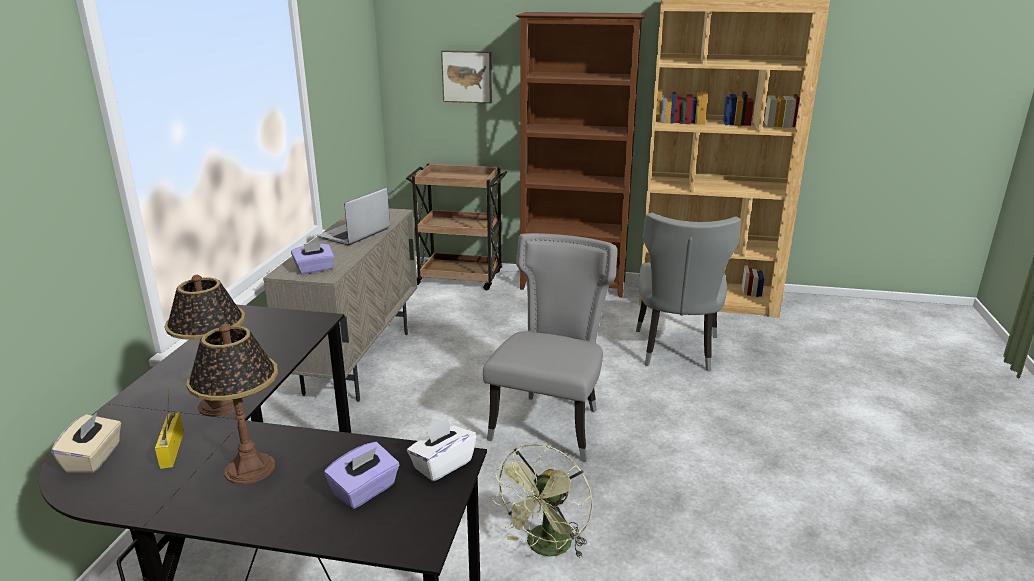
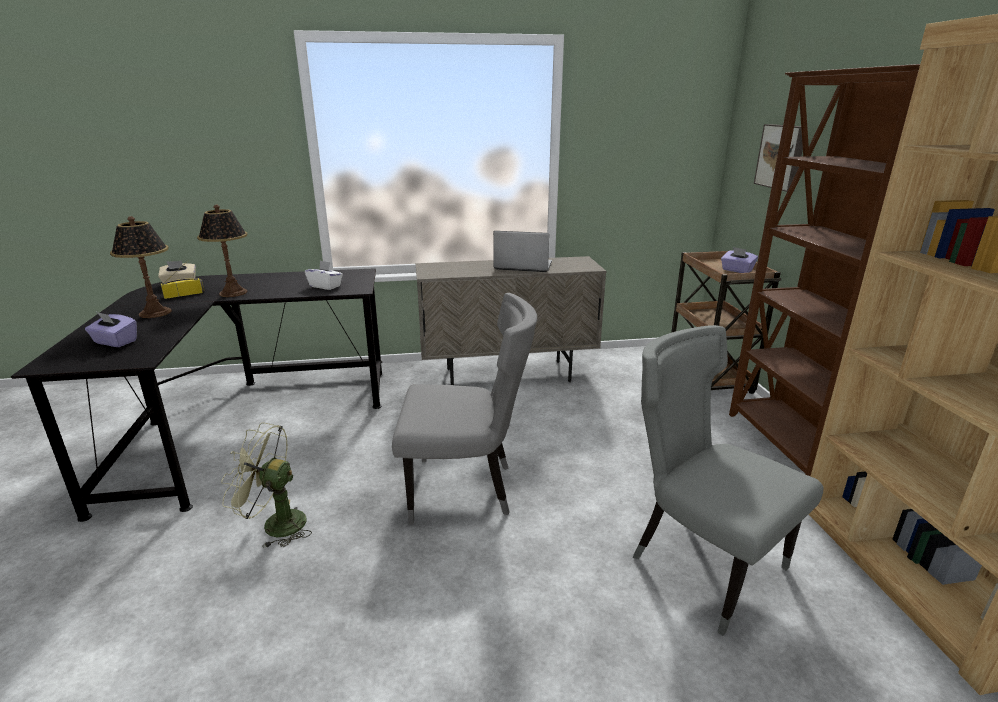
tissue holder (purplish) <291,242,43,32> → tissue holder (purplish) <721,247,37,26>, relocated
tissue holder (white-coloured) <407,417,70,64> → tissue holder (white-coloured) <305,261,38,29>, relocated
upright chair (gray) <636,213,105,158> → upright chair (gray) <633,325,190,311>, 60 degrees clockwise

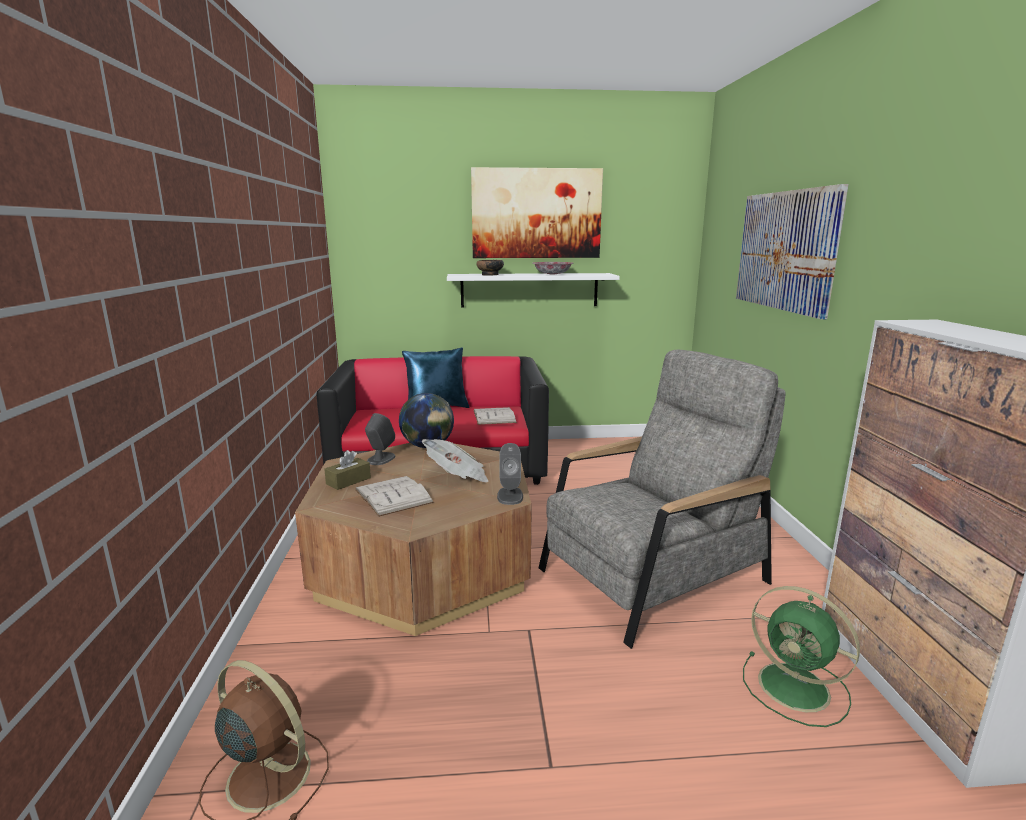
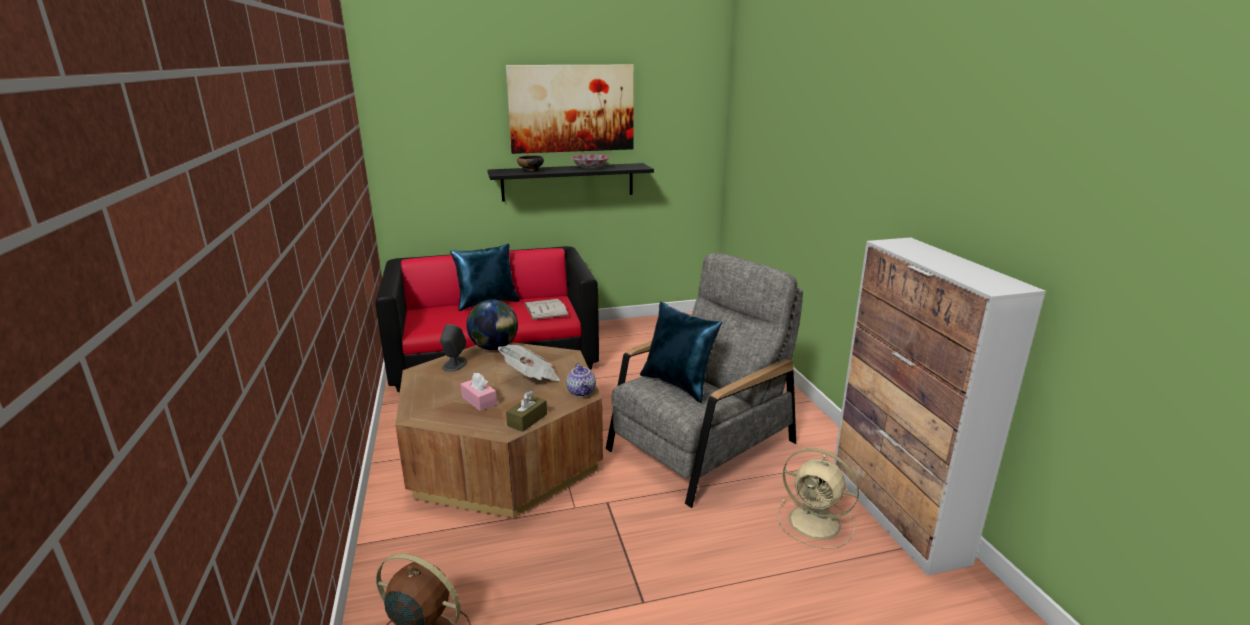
tissue holder (brown-coloured) <324,450,47,40> → tissue holder (brown-coloured) <506,391,41,41>, relocated
volume (white-coloured) <355,476,79,41> → tissue holder (pinkish) <461,373,36,38>
wall shelf (white-coloured) <447,273,173,34> → wall shelf (black) <487,163,167,39>
speaker (gray) <497,443,26,62> → teapot <566,363,30,34>
wall picture <736,184,113,135> → -
electric fan (green-coloured) <743,586,117,141> → electric fan (sand-coloured) <777,448,82,101>
- → cushion (blue) <640,302,82,101>

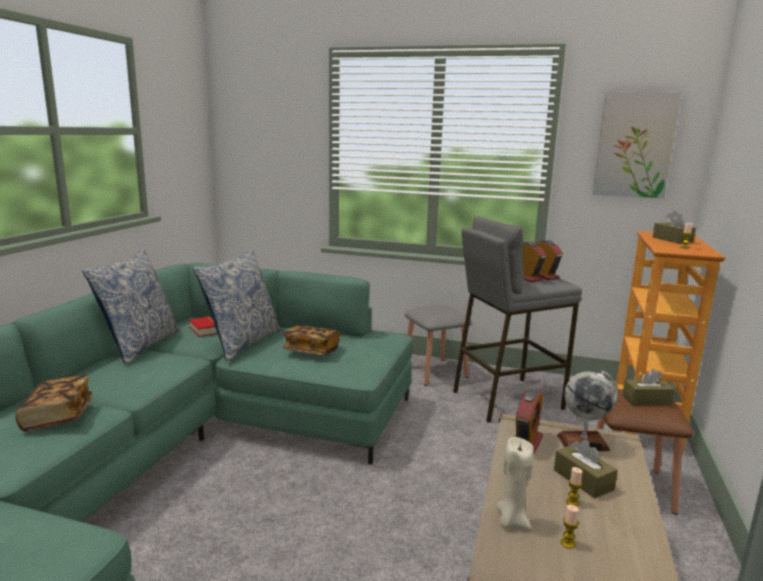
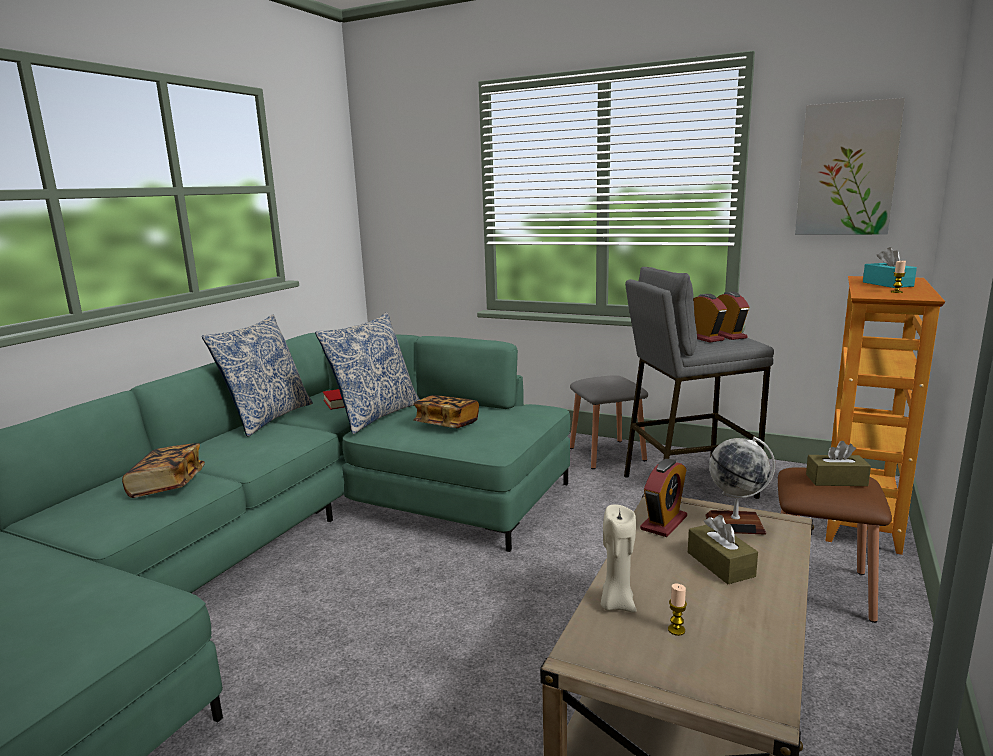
candle <566,467,17,40> → -
tissue holder (brown-coloured) <653,211,43,33> → tissue holder (turquoise) <863,247,54,41>

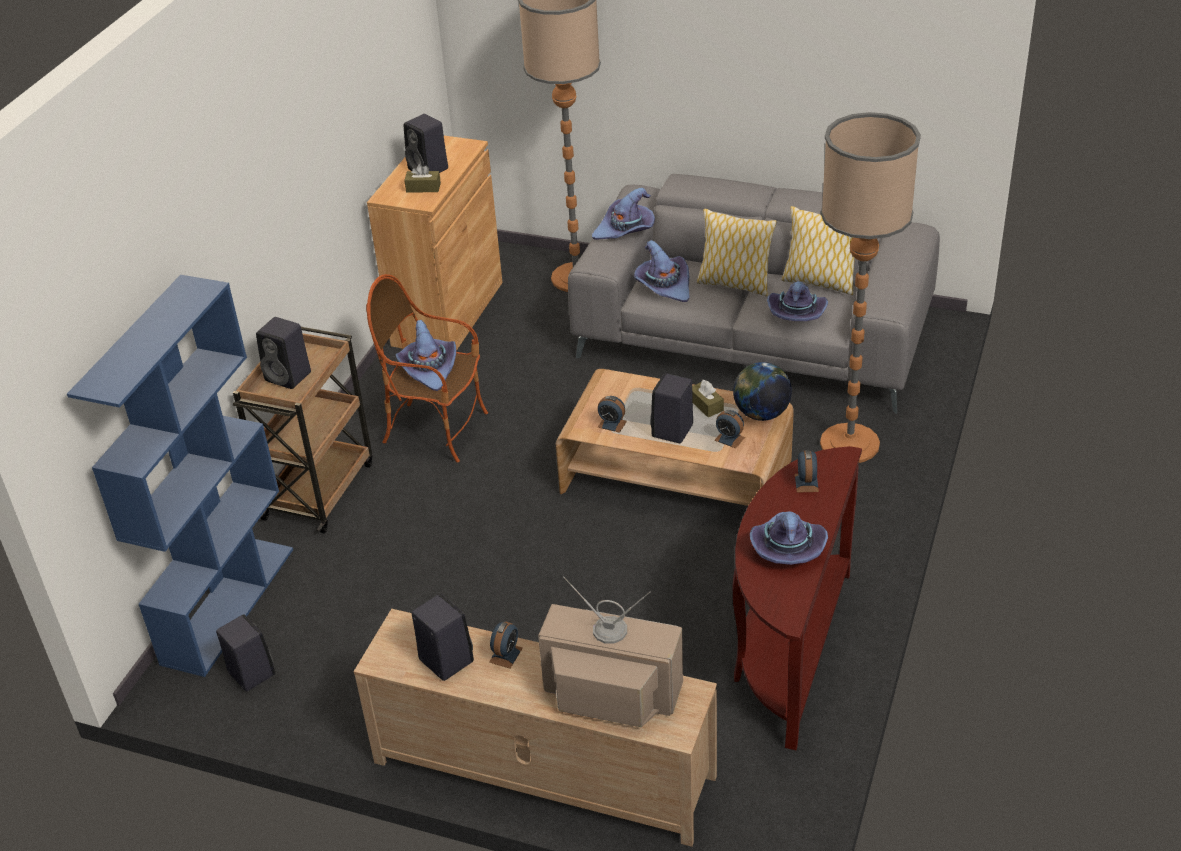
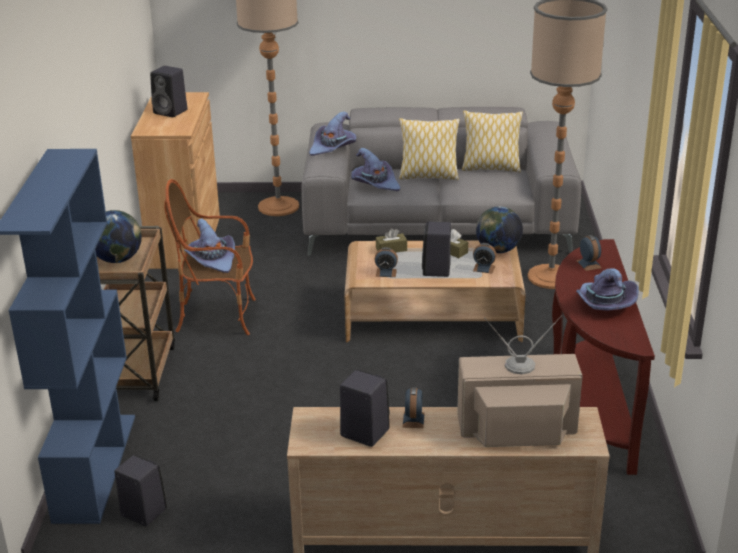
speaker (black) <256,317,55,72> → globe <95,210,47,53>
tissue holder (brown-coloured) <404,164,37,29> → tissue holder (brown-coloured) <376,228,31,24>, relocated
hat (purplish) <767,281,61,40> → -

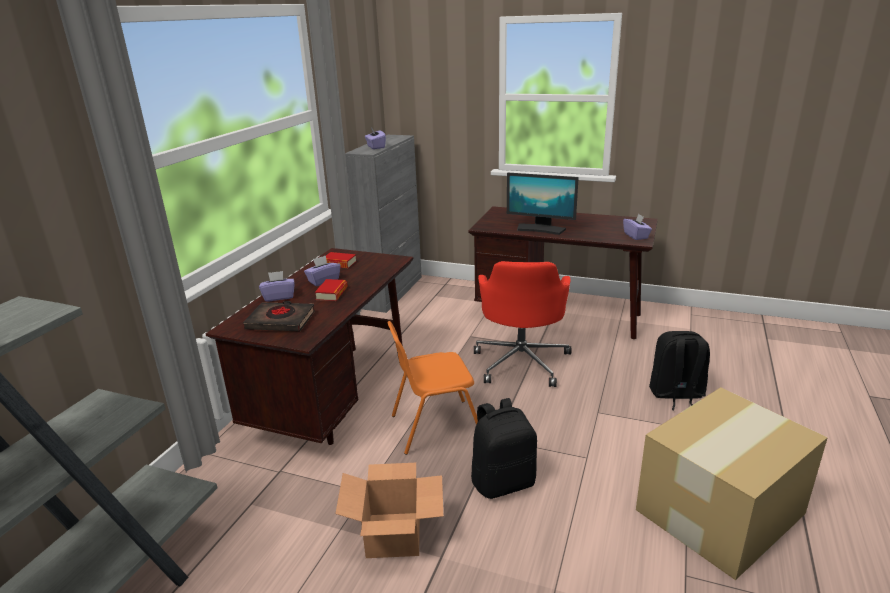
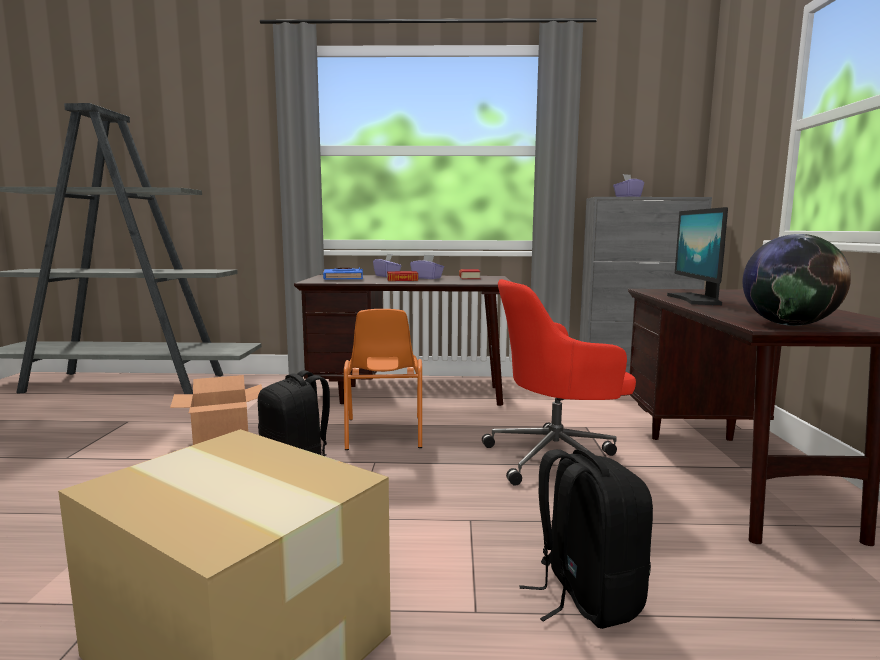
volume (black) <243,301,72,31> → volume (blue) <323,268,40,11>
upright chair (orange-coloured) <387,321,91,134> → upright chair (orange-coloured) <344,309,78,141>, 150 degrees counterclockwise
tissue holder (purplish) <623,214,29,26> → globe <743,234,108,92>

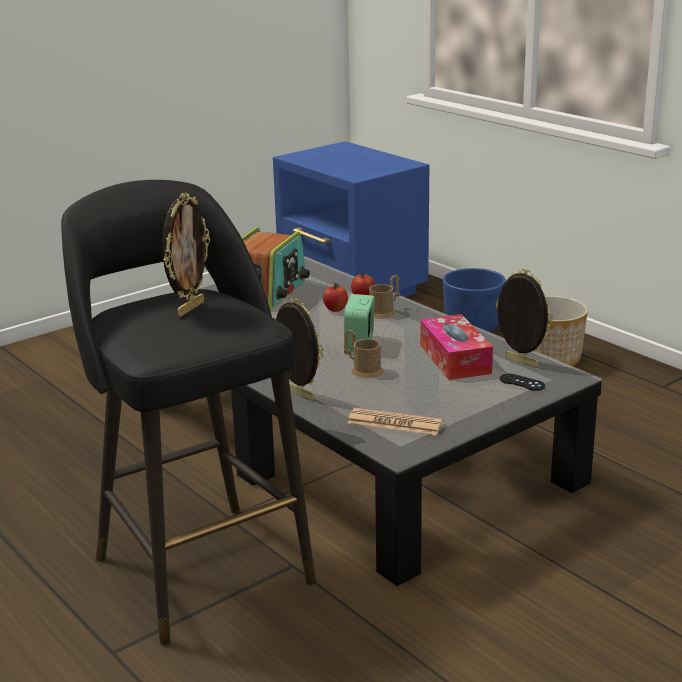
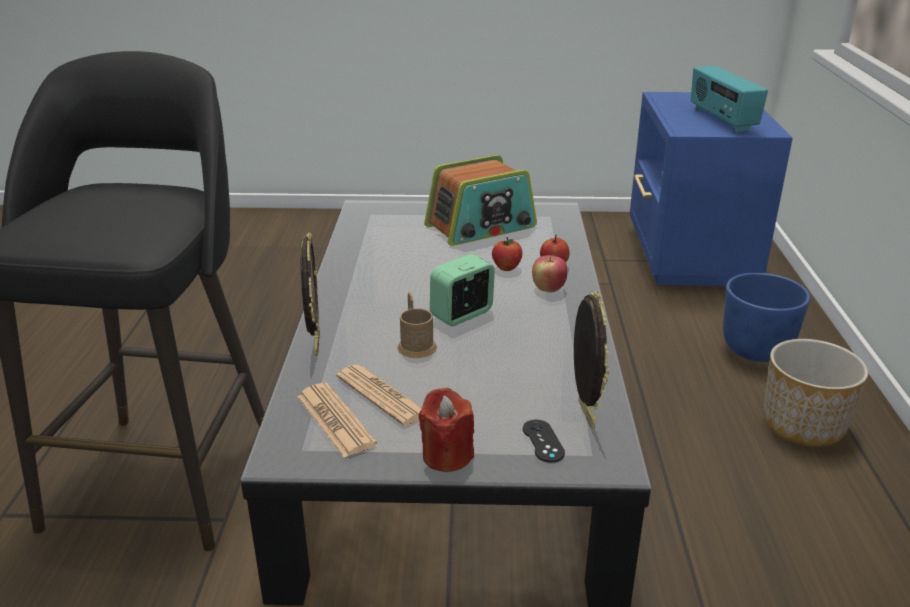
photo frame <162,192,48,125> → -
mug (brown-coloured) <369,275,31,44> → apple fruit <532,255,35,37>
tissue holder <420,314,73,66> → -
- → printed paper <336,365,86,61>
- → candle (red-coloured) <418,388,56,84>
- → radio receiver <691,66,77,66>

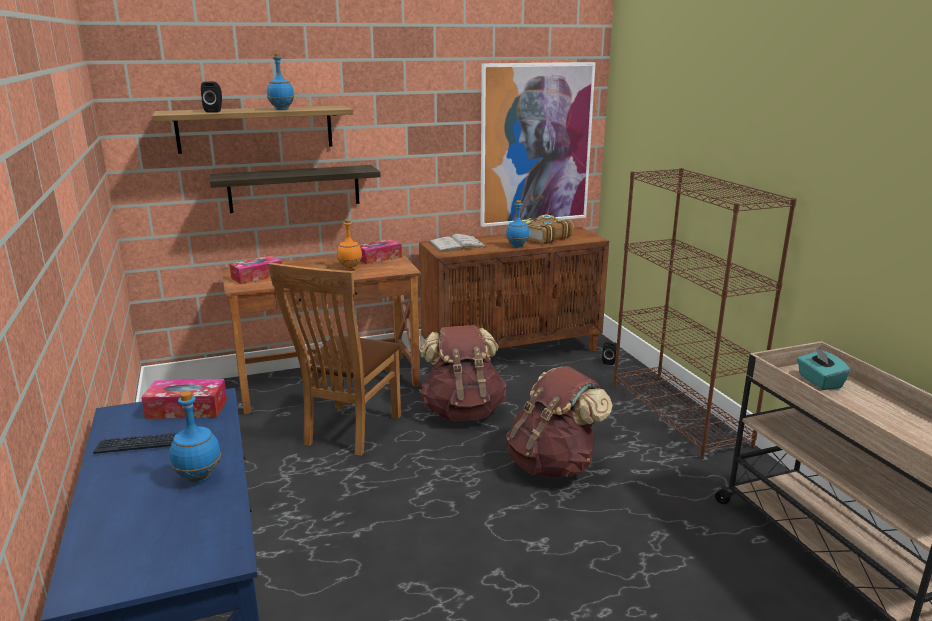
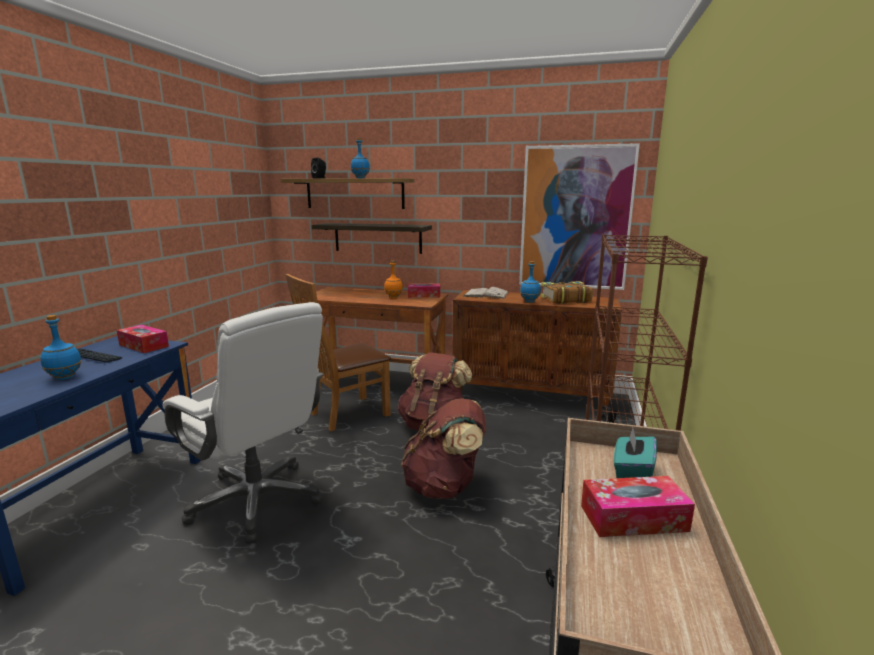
tissue holder <229,256,53,28> → tissue holder <581,476,114,61>, relocated
- → desk chair (white-coloured) <162,302,162,242>

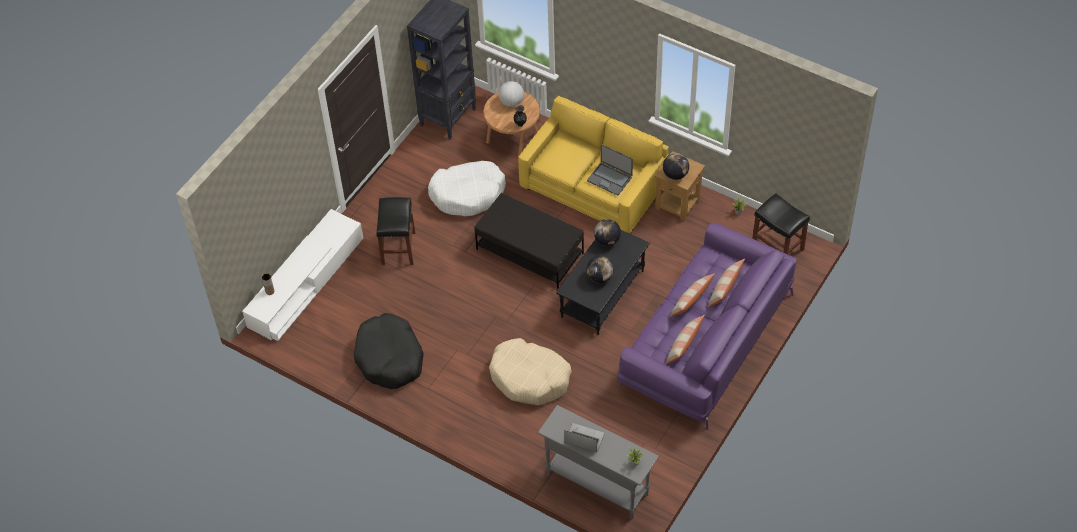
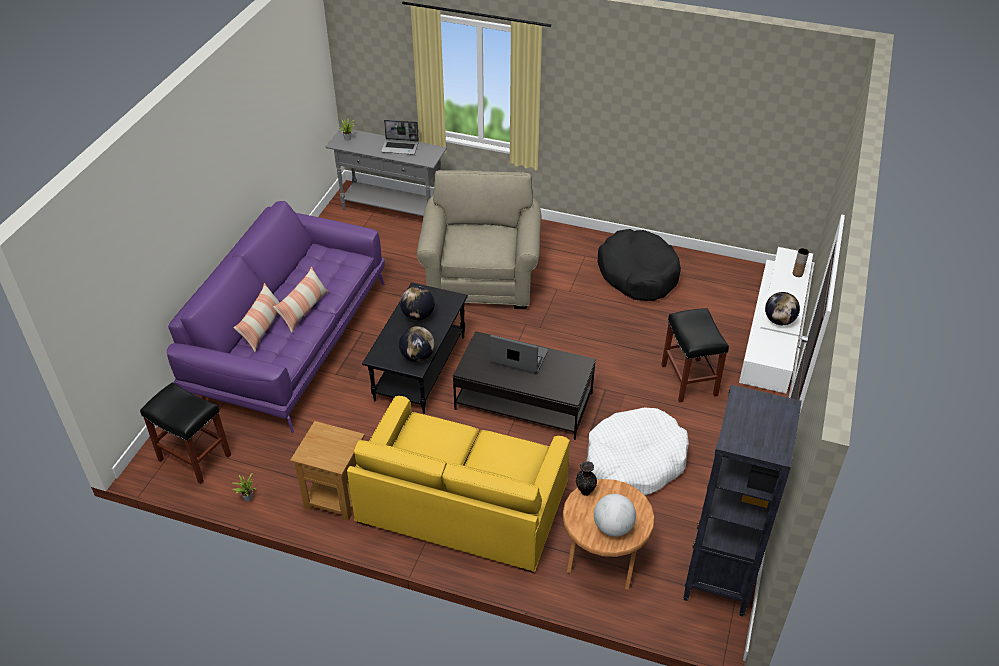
dog bed (sand-coloured) <489,338,83,67> → easy chair (sand-coloured) <417,170,125,139>
notebook computer <587,144,46,52> → notebook computer <490,335,58,39>, relocated
globe <663,153,26,27> → globe <765,292,35,33>, relocated
cushion <665,315,40,50> → -

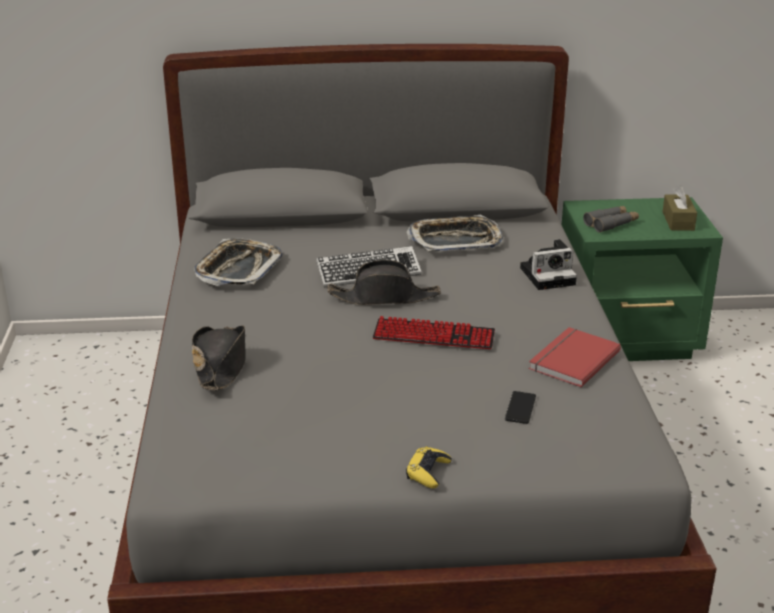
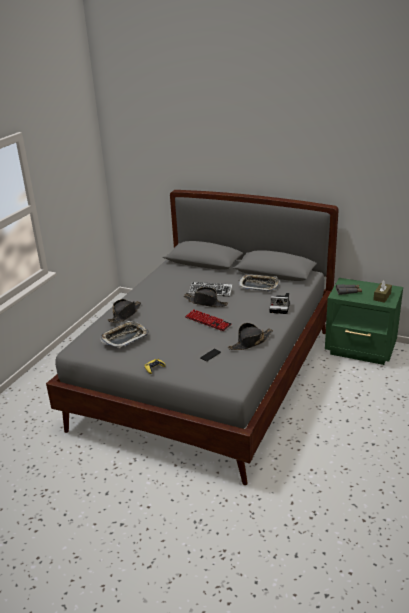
carrying tray <194,238,89,48> → carrying tray <100,321,49,27>, relocated
volume (red-coloured) <529,327,92,61> → hat (black) <228,323,45,27>

